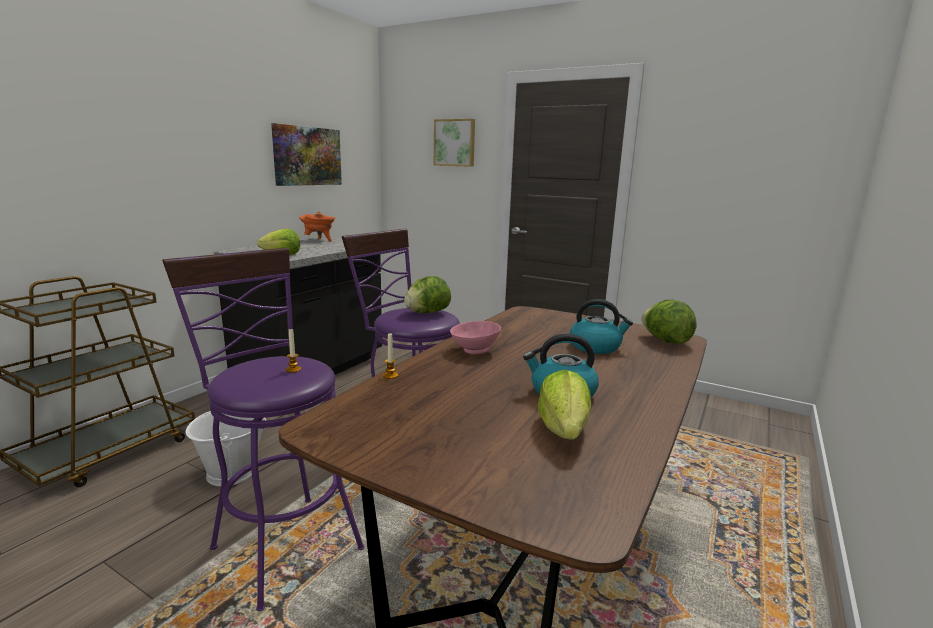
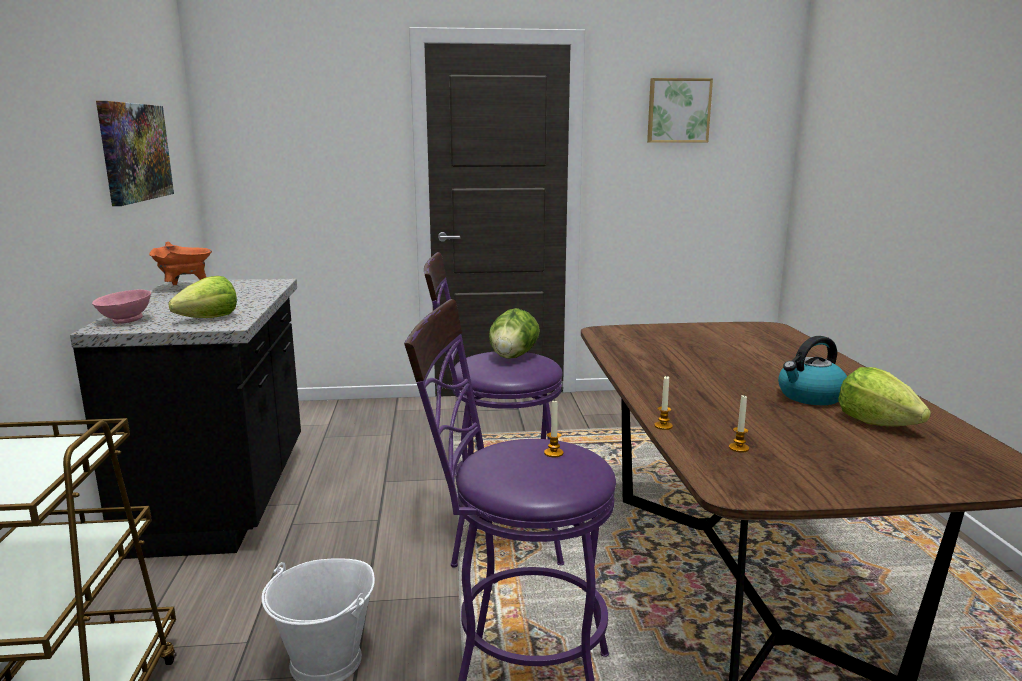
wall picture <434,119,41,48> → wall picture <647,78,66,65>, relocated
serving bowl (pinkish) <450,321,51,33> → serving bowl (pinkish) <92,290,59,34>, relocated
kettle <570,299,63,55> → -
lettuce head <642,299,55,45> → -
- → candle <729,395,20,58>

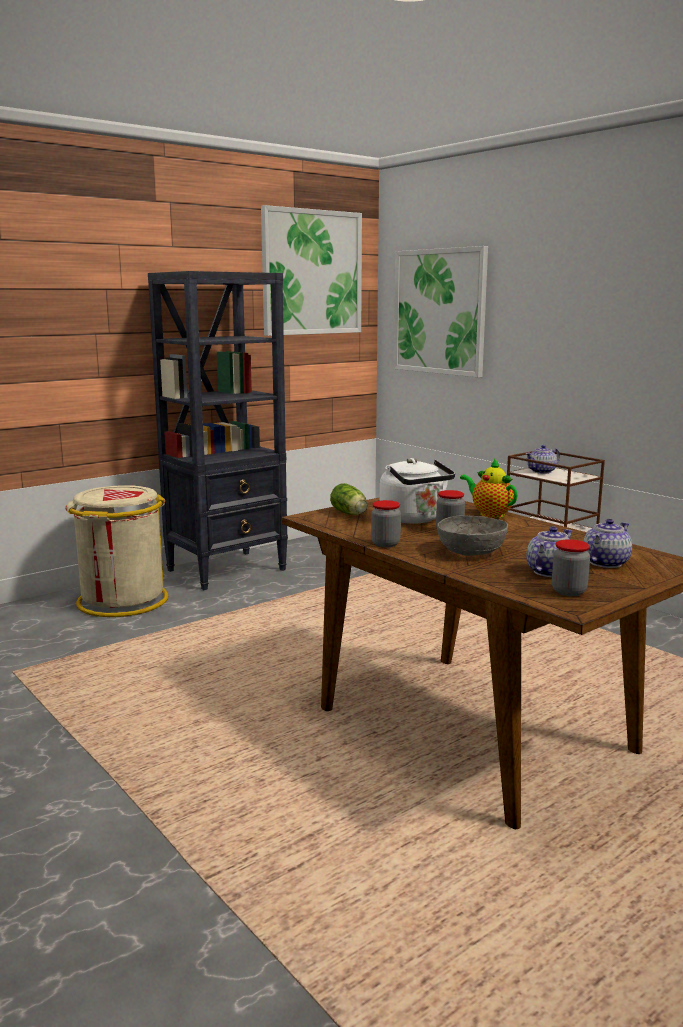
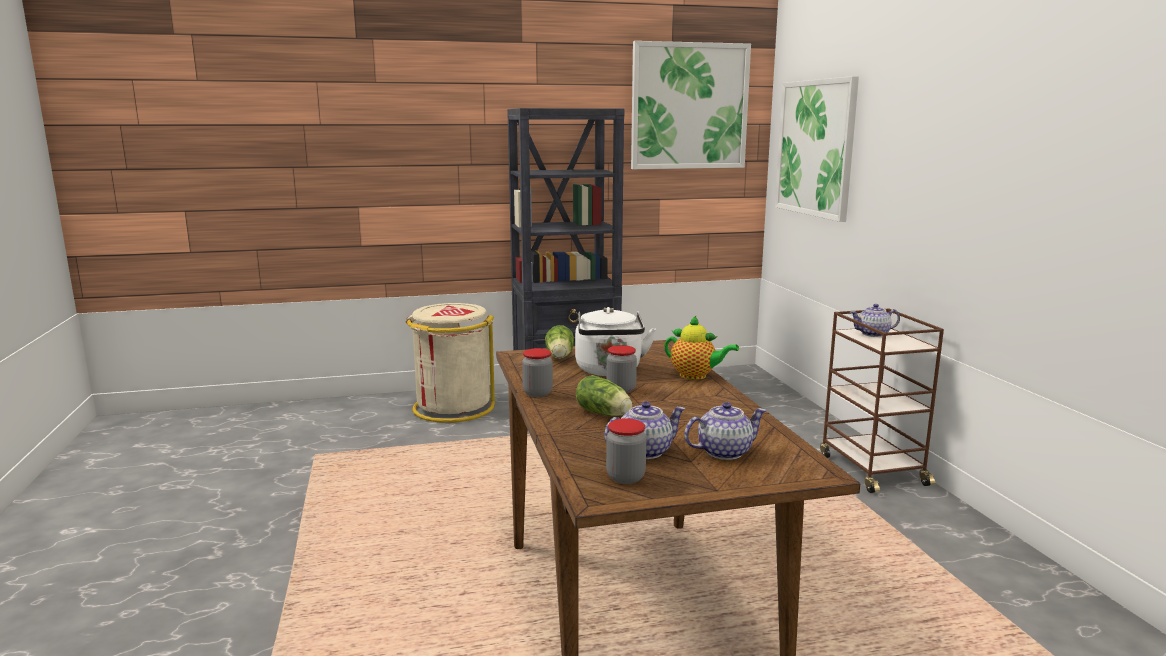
serving bowl (gray) <437,515,71,41> → lettuce head <576,375,56,41>
teapot <460,458,58,60> → teapot <664,316,75,64>, 135 degrees clockwise

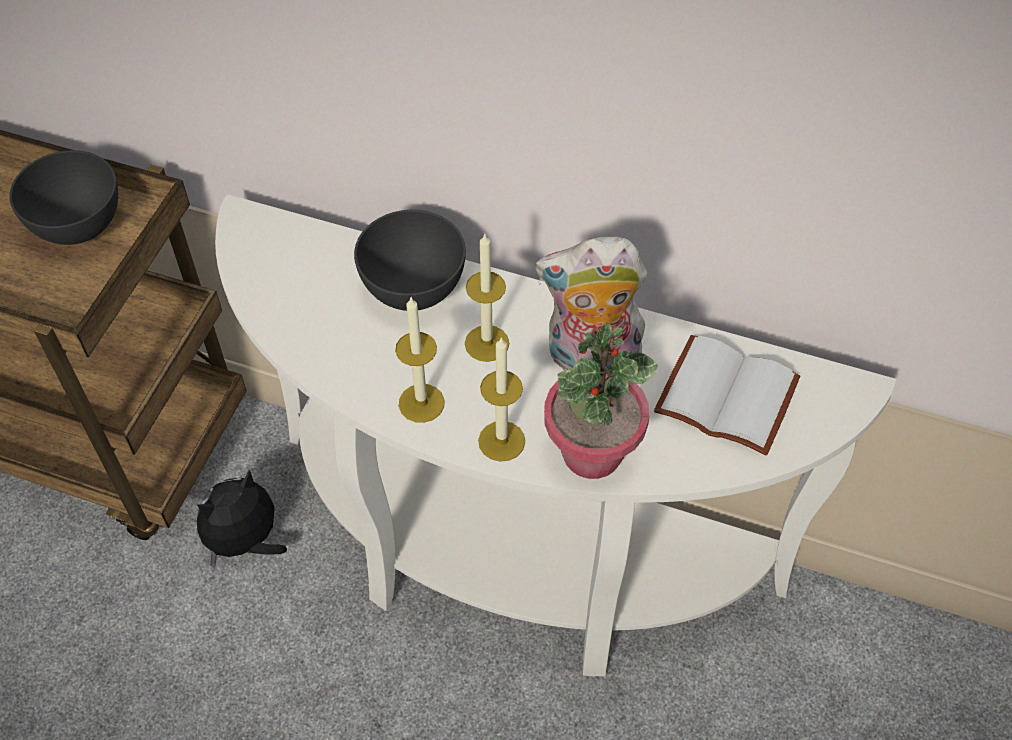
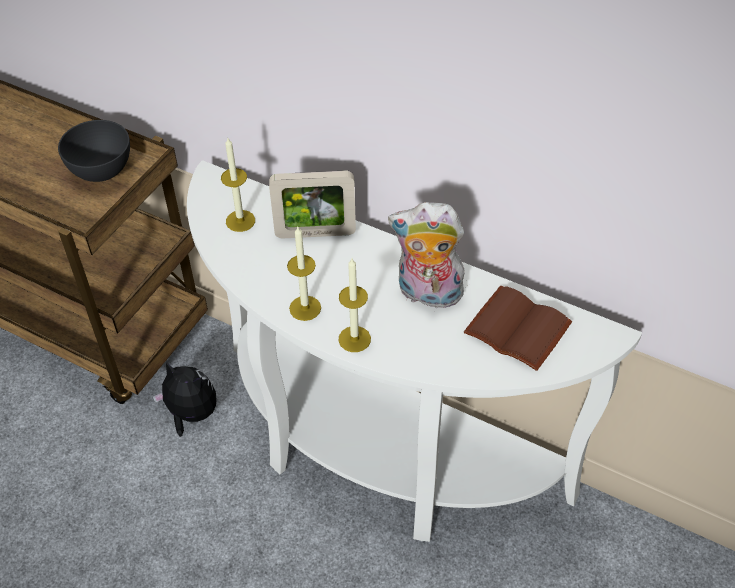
soft toy <197,470,90,99> → soft toy <152,361,65,76>, 60 degrees clockwise
serving bowl (gray) <354,210,112,101> → photo frame <269,170,87,68>
candle <465,233,44,129> → candle <221,138,34,94>, relocated
houseplant <544,323,114,156> → -
volume (white-coloured) <654,335,146,121> → volume (brown-coloured) <464,286,108,85>

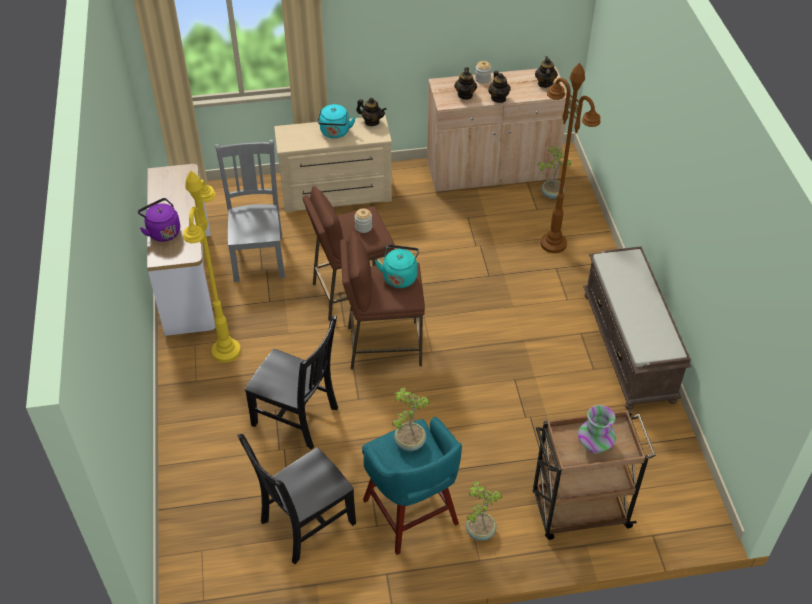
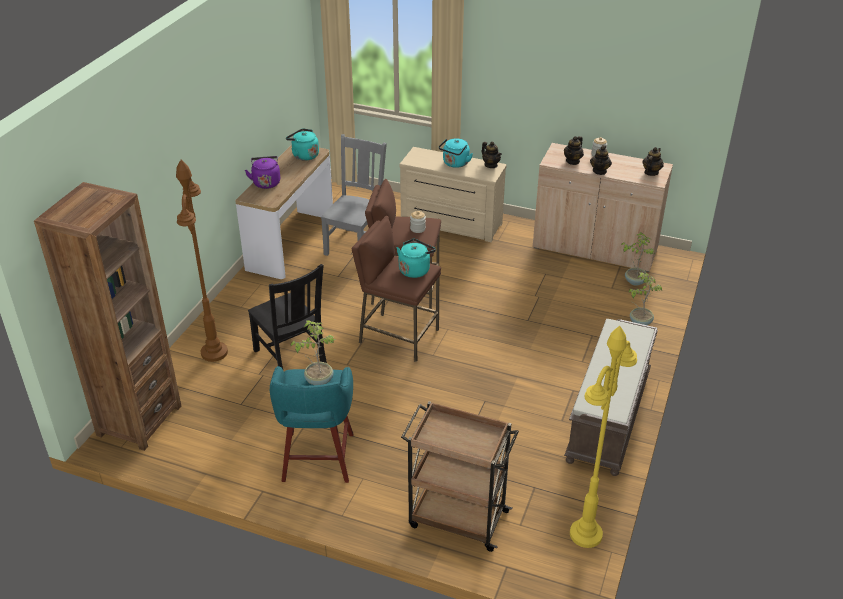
standing lamp (yellow-coloured) <183,171,58,191> → standing lamp (yellow-coloured) <570,326,67,222>, relocated
upright chair (black) <237,434,119,130> → -
houseplant <466,482,36,59> → houseplant <629,272,33,53>, relocated
standing lamp (brown-coloured) <541,63,60,190> → standing lamp (brown-coloured) <176,159,52,203>, relocated
decorative vase <578,405,38,49> → -
- → bookcase (brown-coloured) <34,182,147,269>
- → kettle (turquoise) <286,128,33,33>

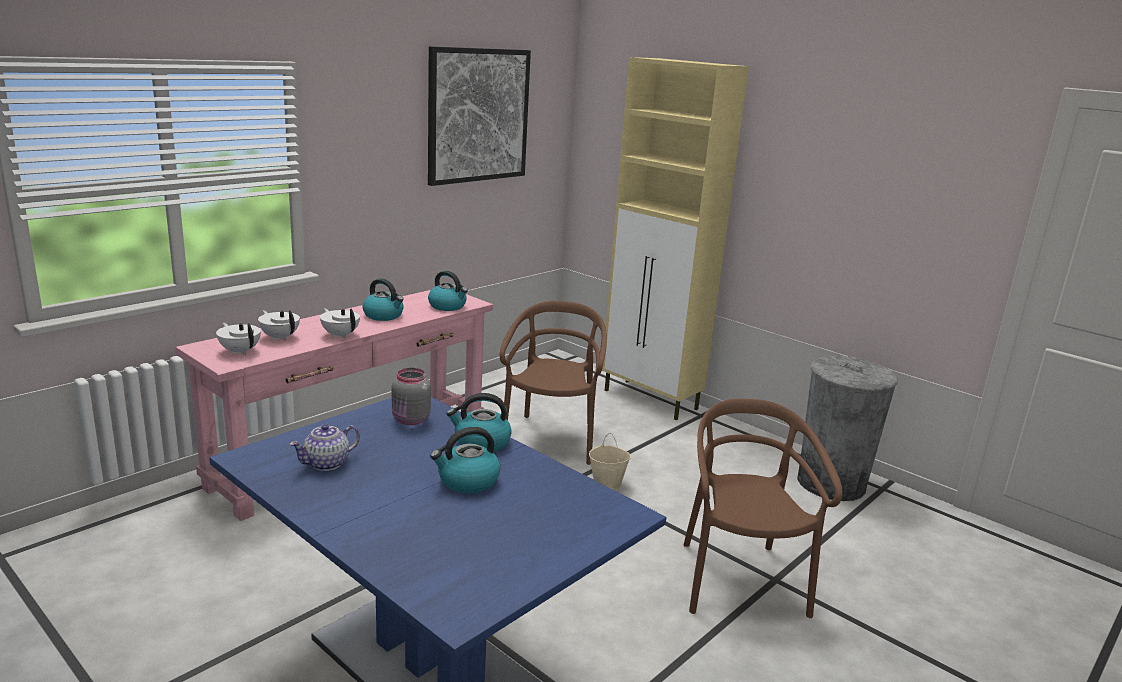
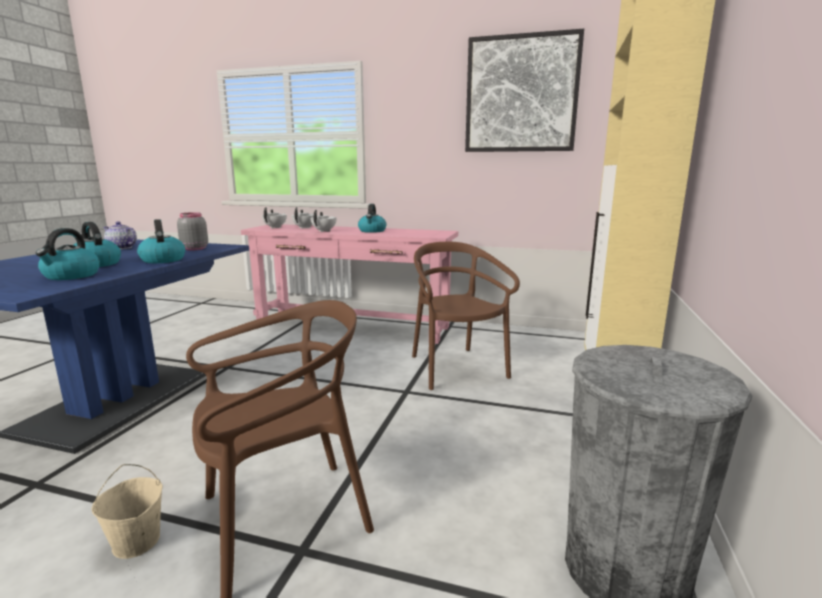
kettle <428,271,40,40> → kettle <35,228,65,52>, relocated
upright chair (brown-coloured) <500,301,107,164> → upright chair (brown-coloured) <412,242,108,148>, 90 degrees counterclockwise
bucket (sand-coloured) <589,433,42,57> → bucket (sand-coloured) <91,464,72,95>, relocated

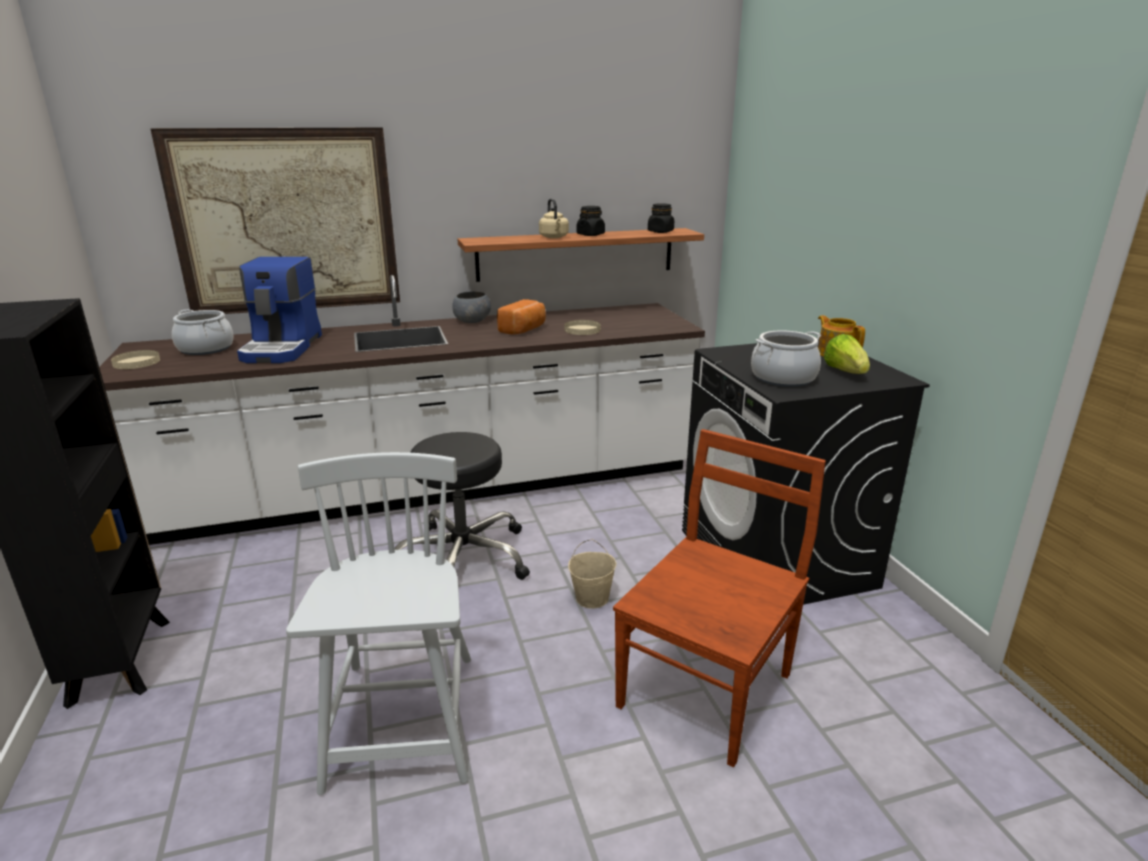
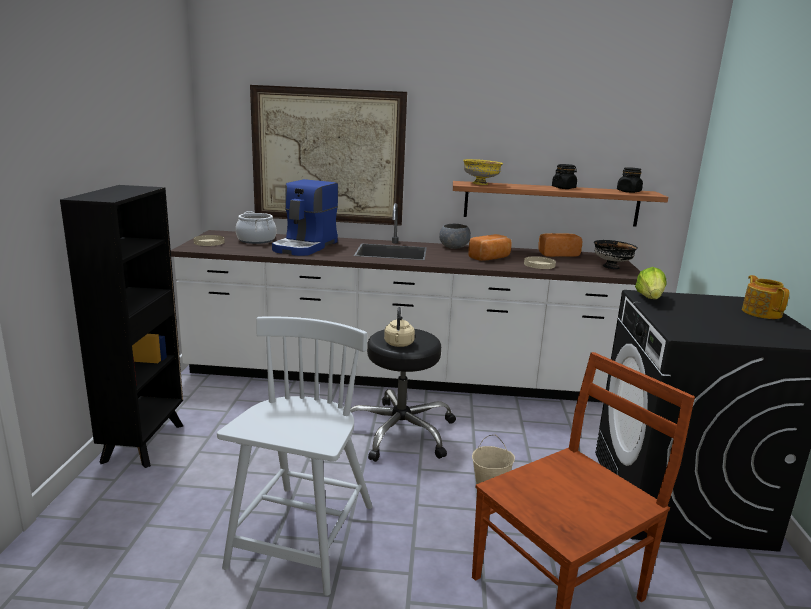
kettle (sand-coloured) <539,199,30,39> → kettle (sand-coloured) <384,307,31,40>, relocated
cooking pot <751,330,70,57> → -
lettuce head <824,334,46,40> → lettuce head <635,267,31,32>, relocated
- → serving bowl (yellow-coloured) <463,159,40,26>
- → bread <538,233,44,24>
- → serving bowl (black) <594,240,44,29>

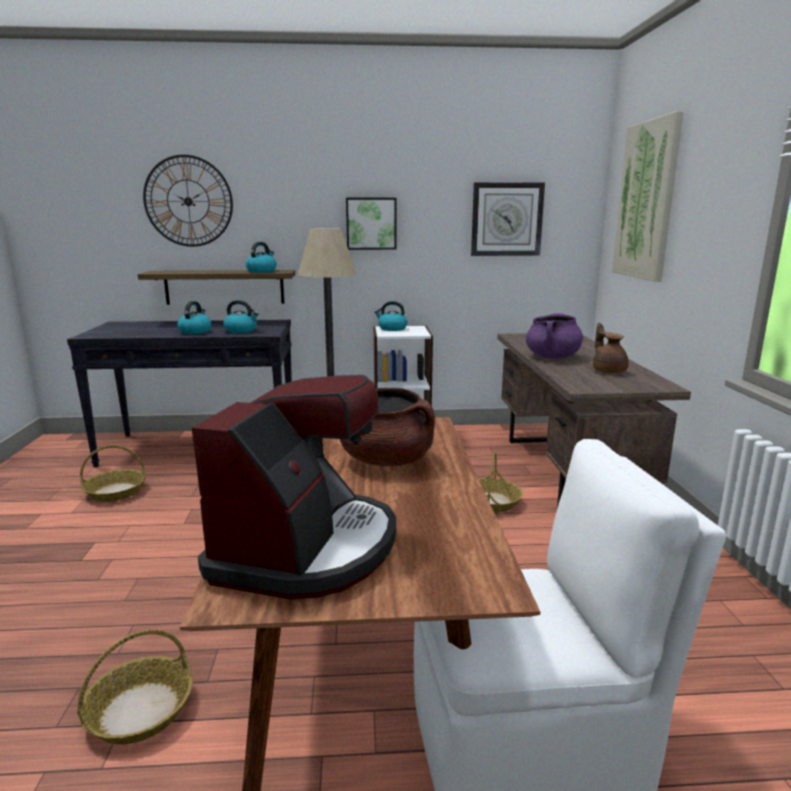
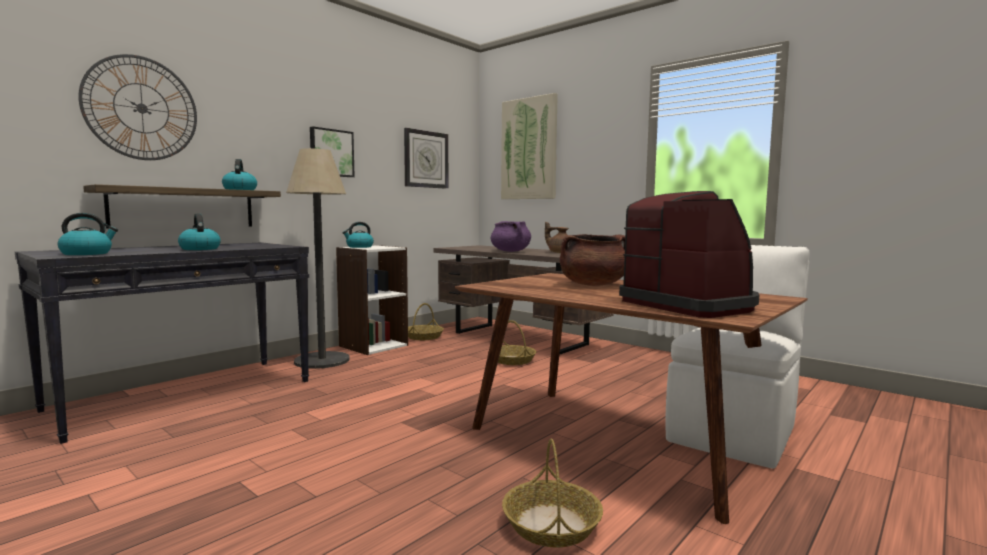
basket <80,445,66,57> → basket <408,303,36,37>, relocated
kettle <223,300,36,33> → kettle <58,213,60,42>, relocated

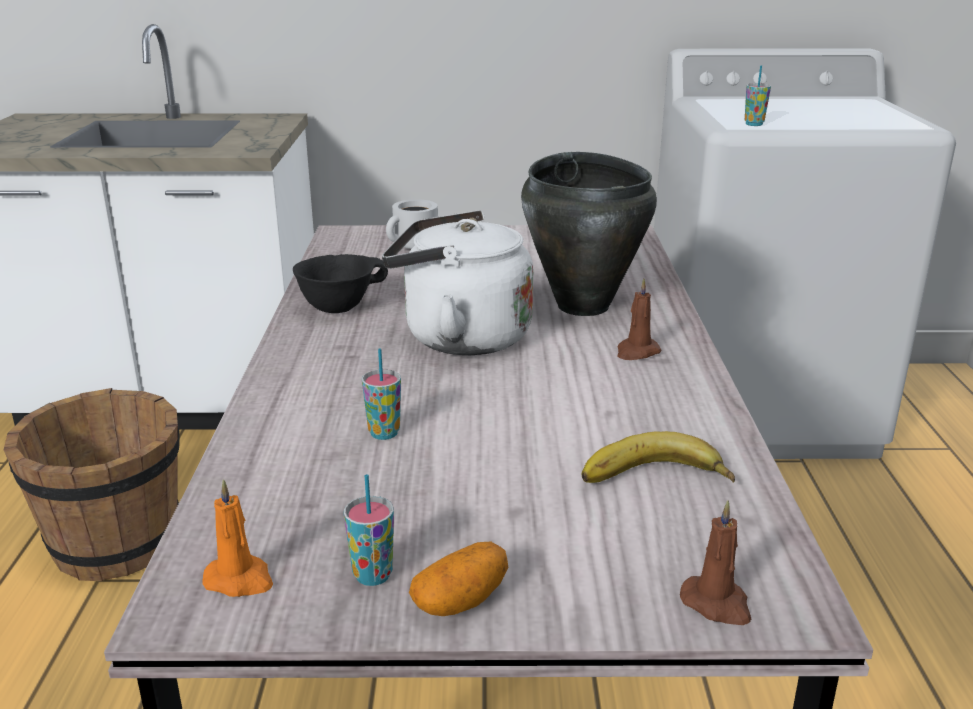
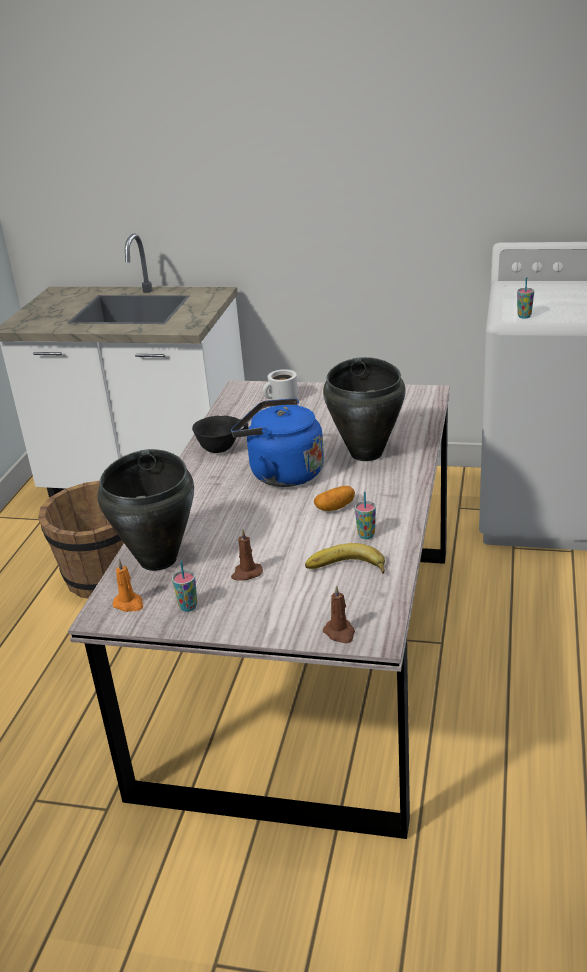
small cup <362,348,39,92> → small cup <355,491,21,48>, relocated
kettle (white-coloured) <382,210,151,145> → kettle (blue) <231,398,93,89>
spud <409,542,100,74> → spud <314,486,41,25>, relocated
candle (brown-coloured) <617,278,44,82> → candle (brown-coloured) <231,529,32,52>, relocated
- → cooking pot (black) <98,449,96,122>

